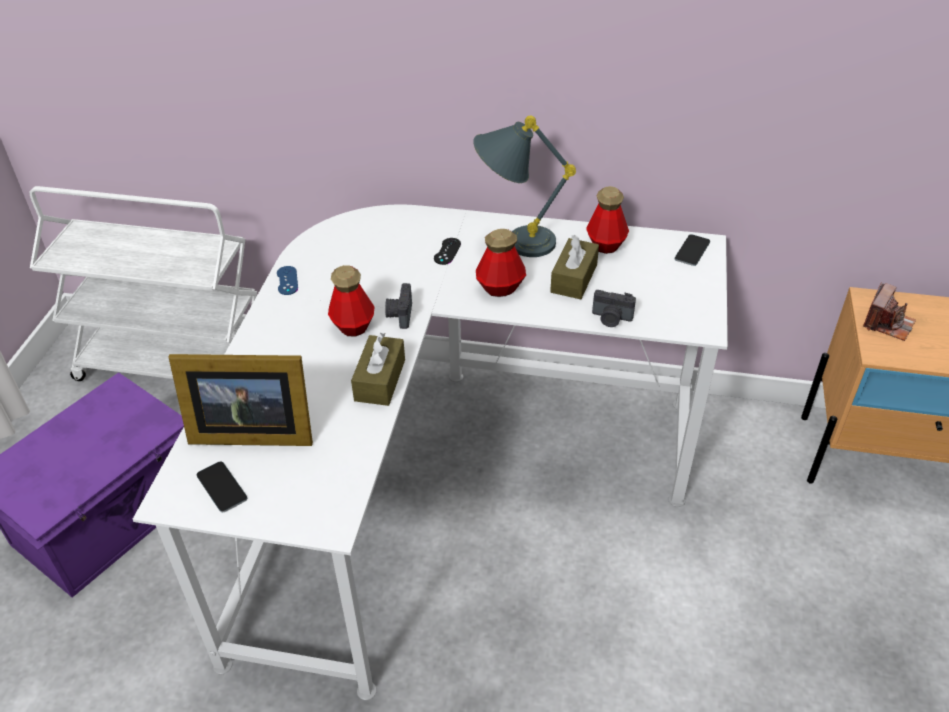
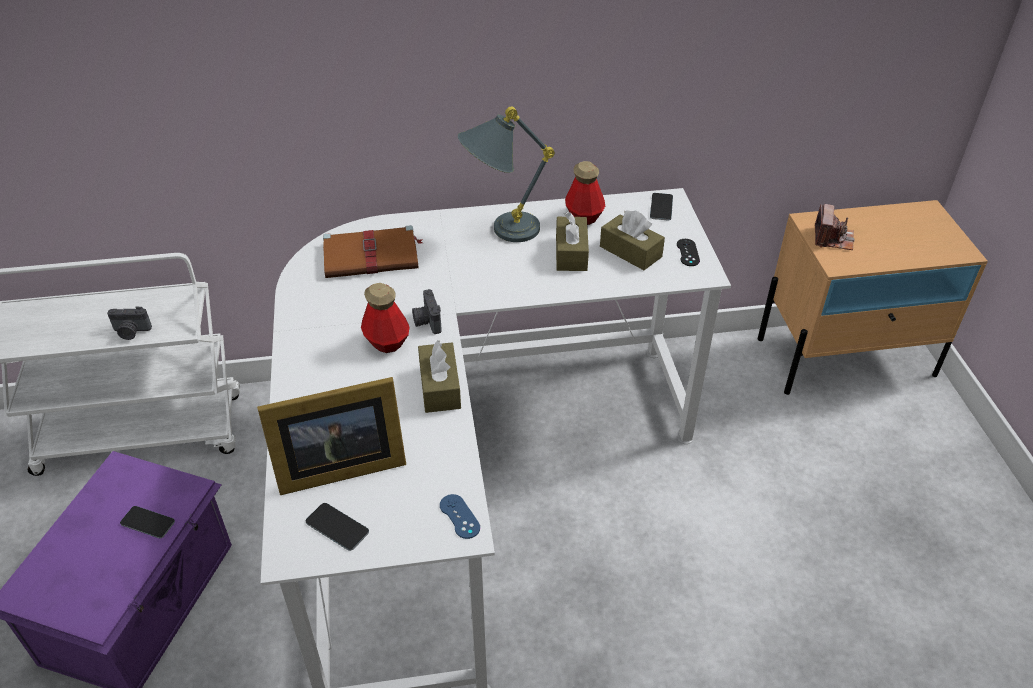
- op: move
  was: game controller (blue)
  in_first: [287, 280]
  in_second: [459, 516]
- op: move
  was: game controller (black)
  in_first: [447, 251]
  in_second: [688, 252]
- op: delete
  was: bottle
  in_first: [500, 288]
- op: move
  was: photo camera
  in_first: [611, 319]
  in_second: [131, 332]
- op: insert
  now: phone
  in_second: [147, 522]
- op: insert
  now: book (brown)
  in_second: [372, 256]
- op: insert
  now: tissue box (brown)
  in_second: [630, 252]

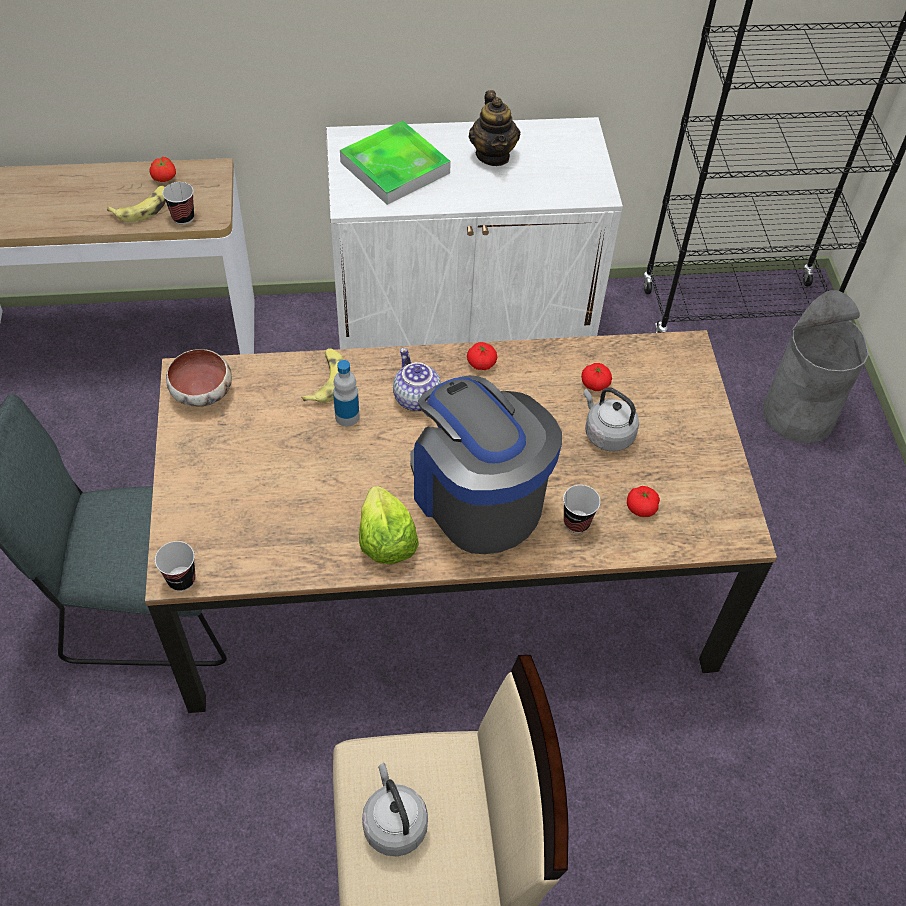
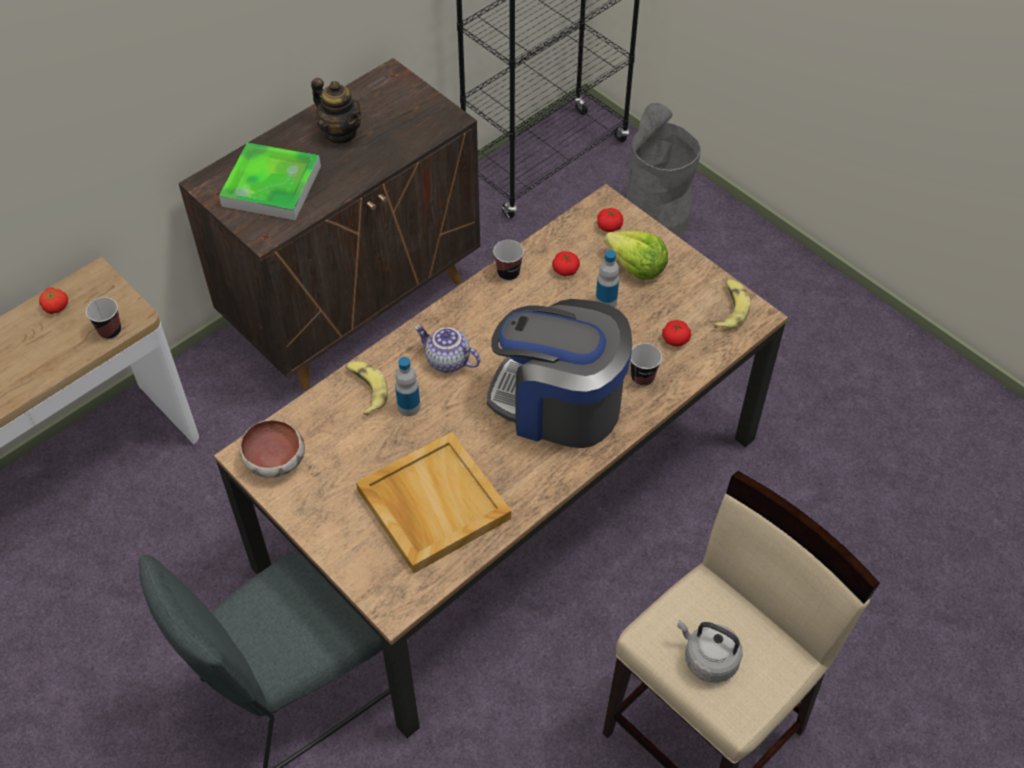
- op: move
  was: banana
  in_first: [143, 208]
  in_second: [730, 308]
- op: move
  was: cup
  in_first: [181, 579]
  in_second: [508, 273]
- op: recolor
  was: cabinet (white)
  now: cabinet (brown)
  in_first: [463, 334]
  in_second: [355, 304]
- op: move
  was: lettuce
  in_first: [385, 540]
  in_second: [636, 267]
- op: move
  was: tomato
  in_first: [481, 363]
  in_second: [609, 226]
- op: replace
  was: kettle (grey)
  now: bottle
  in_first: [606, 433]
  in_second: [606, 301]
- op: insert
  now: tray (beige)
  in_second: [432, 504]

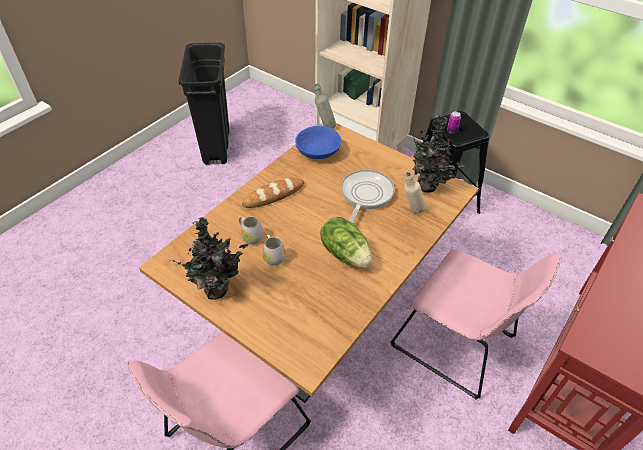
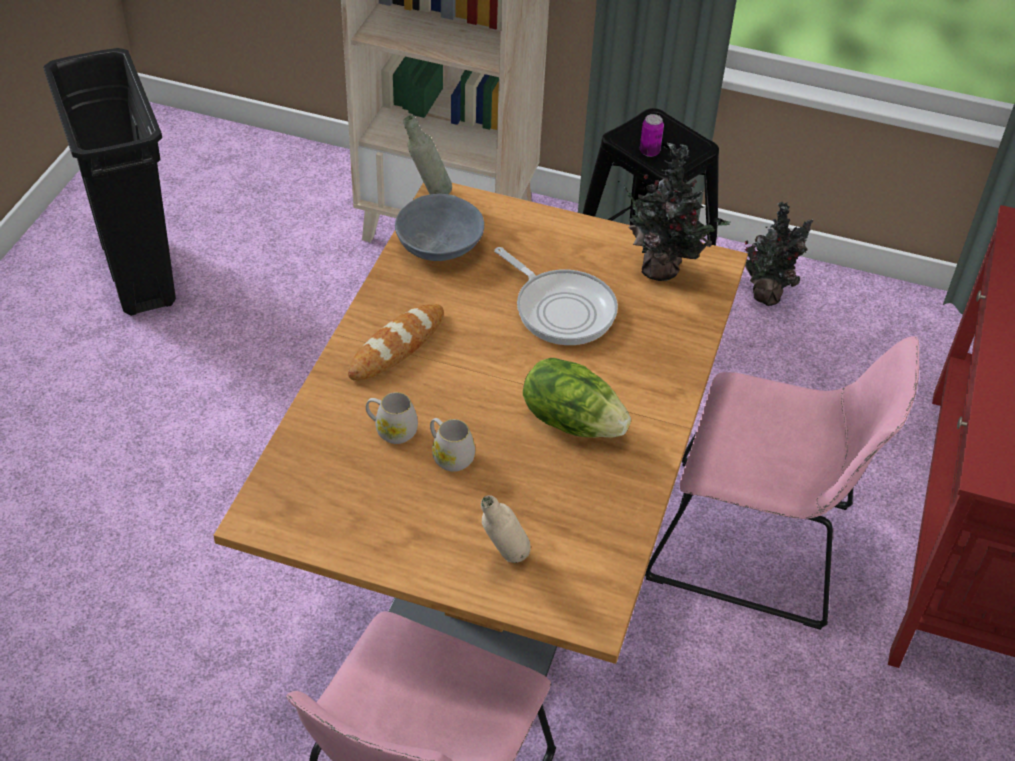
- op: move
  was: potted plant
  in_first: [218, 288]
  in_second: [767, 294]
- op: recolor
  was: bowl (blue)
  now: bowl (grey)
  in_first: [318, 152]
  in_second: [440, 245]
- op: rotate
  was: frying pan
  in_first: [365, 195]
  in_second: [561, 309]
  clockwise: 135
- op: move
  was: bottle (beige)
  in_first: [411, 212]
  in_second: [503, 561]

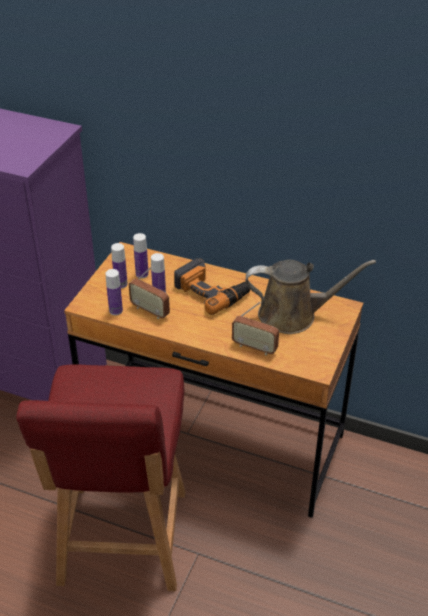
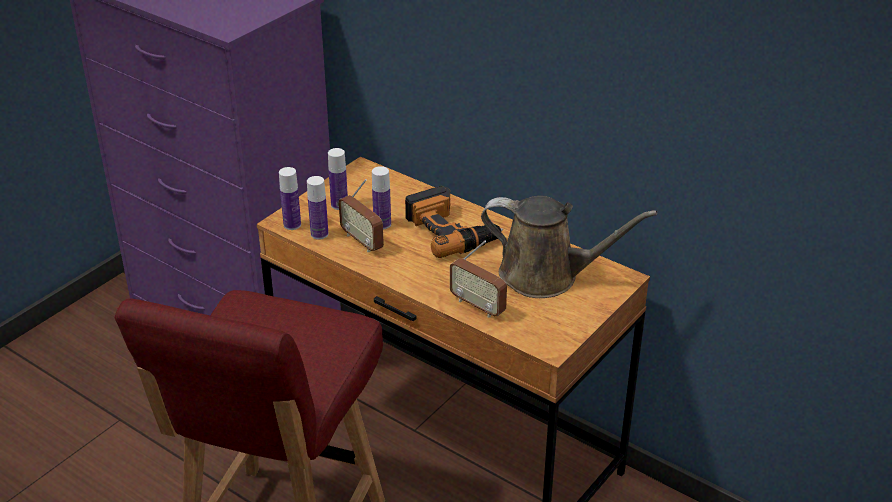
- op: move
  was: bottle
  in_first: [142, 274]
  in_second: [292, 225]

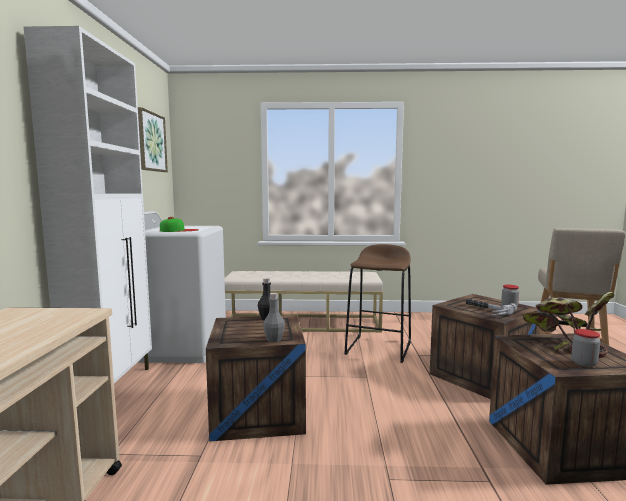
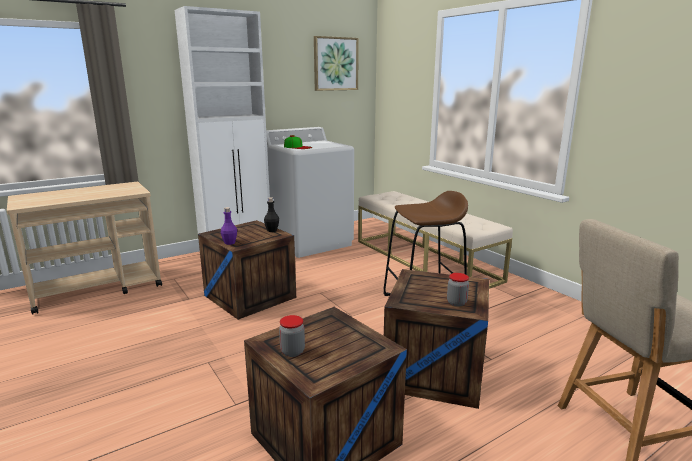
- op: recolor
  was: bottle (grey)
  now: bottle (purple)
  in_first: [274, 340]
  in_second: [229, 243]
- op: delete
  was: hammer
  in_first: [486, 310]
- op: delete
  was: potted plant
  in_first: [565, 345]

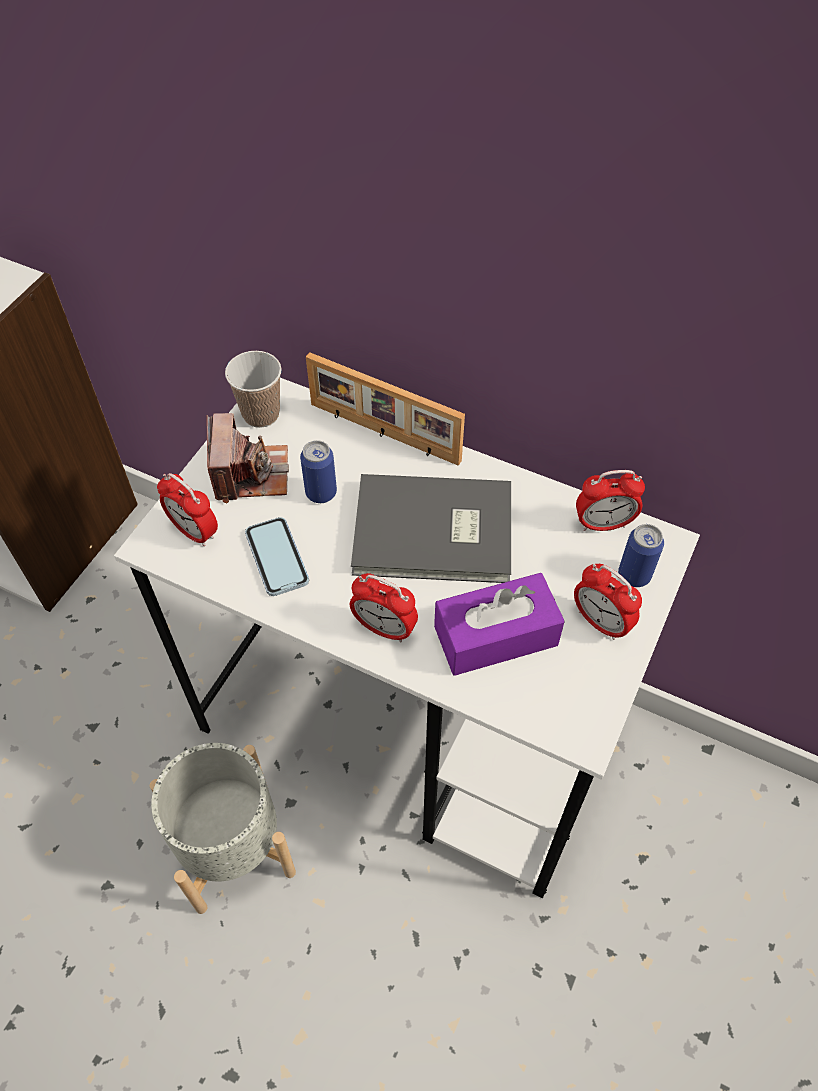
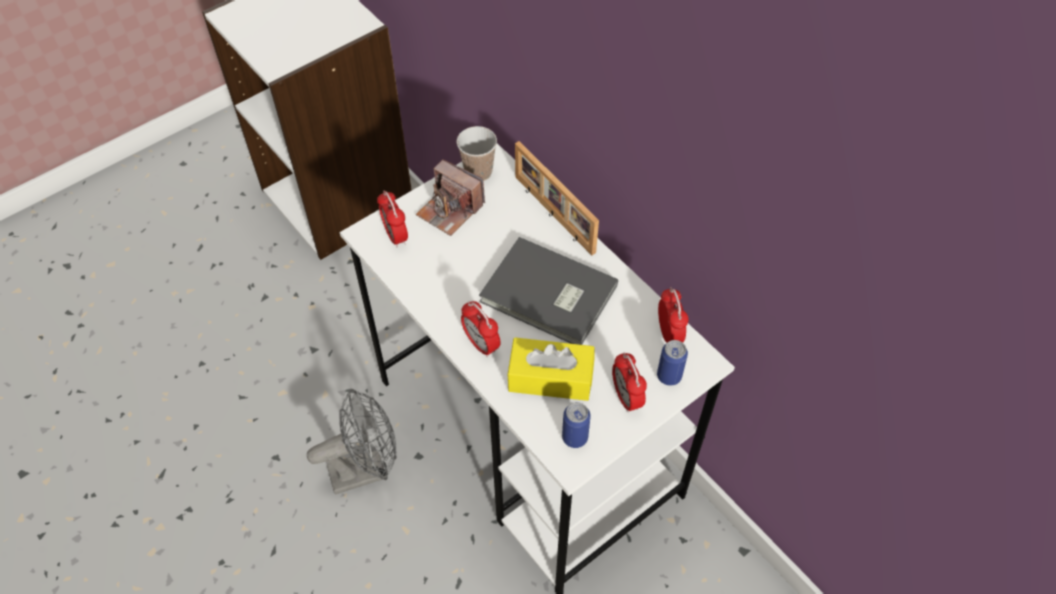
- op: replace
  was: planter (grey)
  now: fan (grey)
  in_first: [233, 848]
  in_second: [366, 469]
- op: rotate
  was: photo camera
  in_first: [250, 473]
  in_second: [450, 210]
  clockwise: 105
- op: delete
  was: phone
  in_first: [277, 558]
- op: move
  was: can
  in_first: [321, 493]
  in_second: [575, 437]
- op: recolor
  was: tissue box (purple)
  now: tissue box (yellow)
  in_first: [495, 636]
  in_second: [550, 378]
- op: rotate
  was: alarm clock
  in_first: [603, 524]
  in_second: [669, 333]
  clockwise: -120

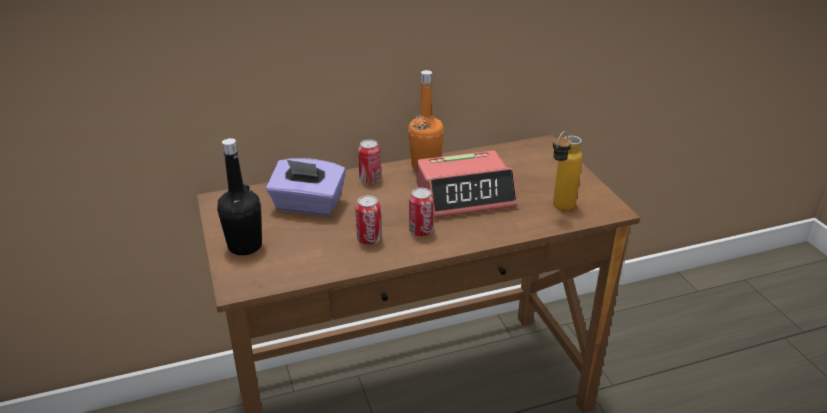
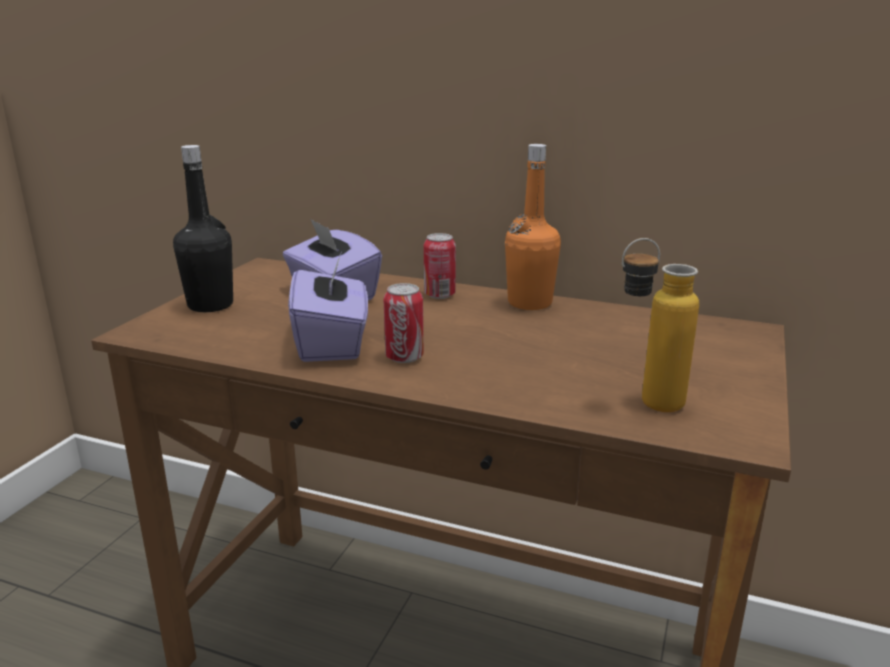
- op: replace
  was: can
  now: tissue box (purple)
  in_first: [369, 239]
  in_second: [332, 343]
- op: delete
  was: alarm clock
  in_first: [465, 195]

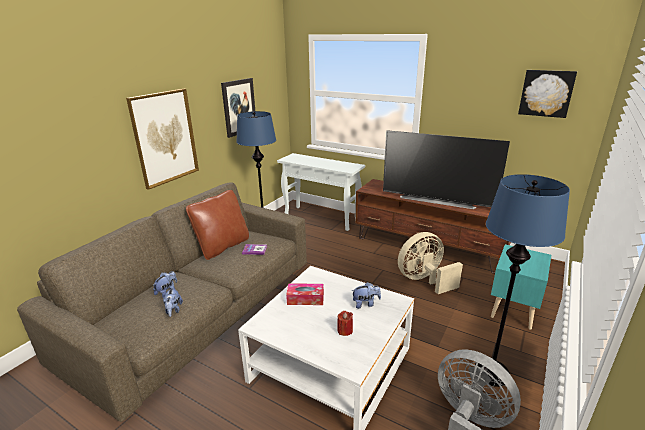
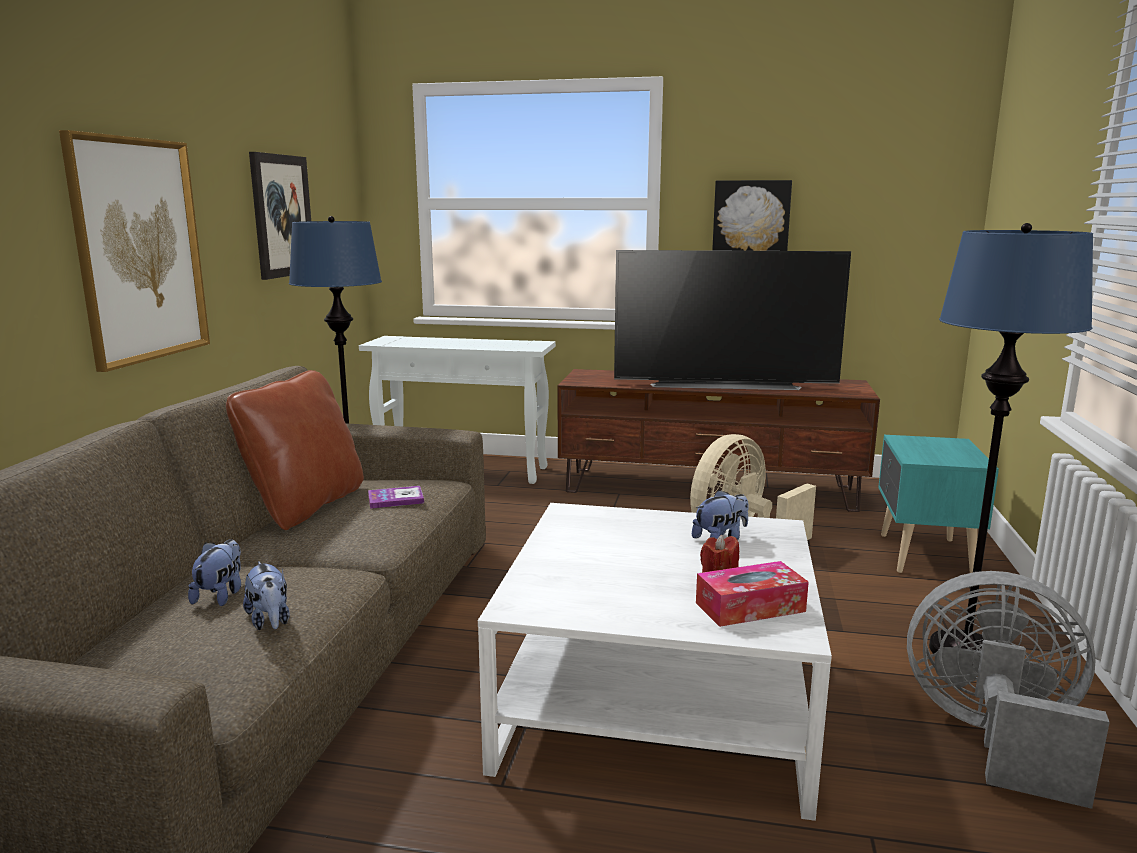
- op: move
  was: tissue box
  in_first: [305, 299]
  in_second: [750, 607]
- op: move
  was: picture
  in_first: [546, 93]
  in_second: [751, 218]

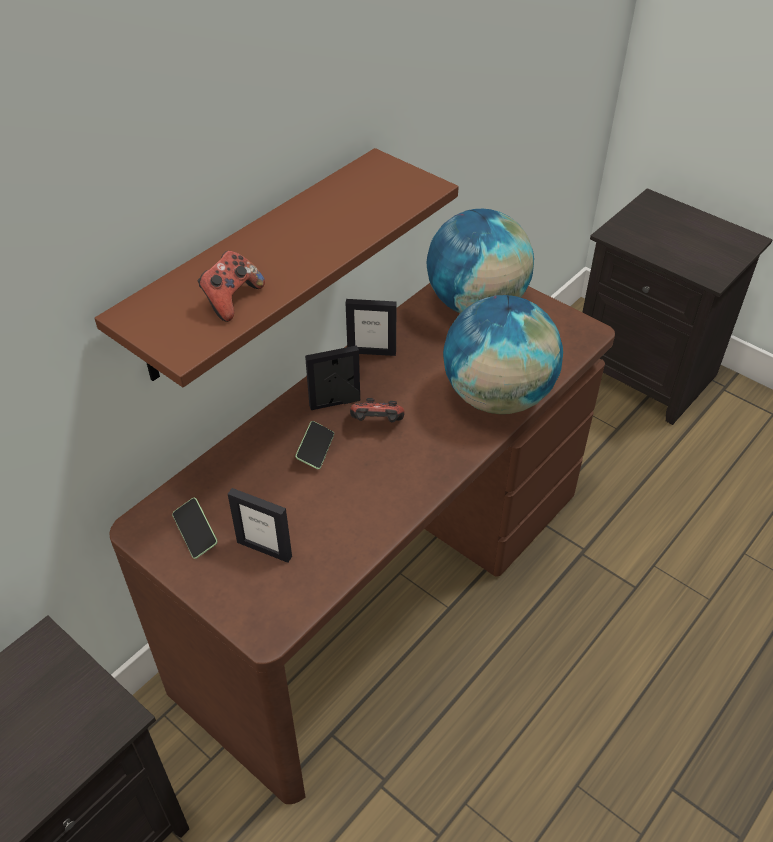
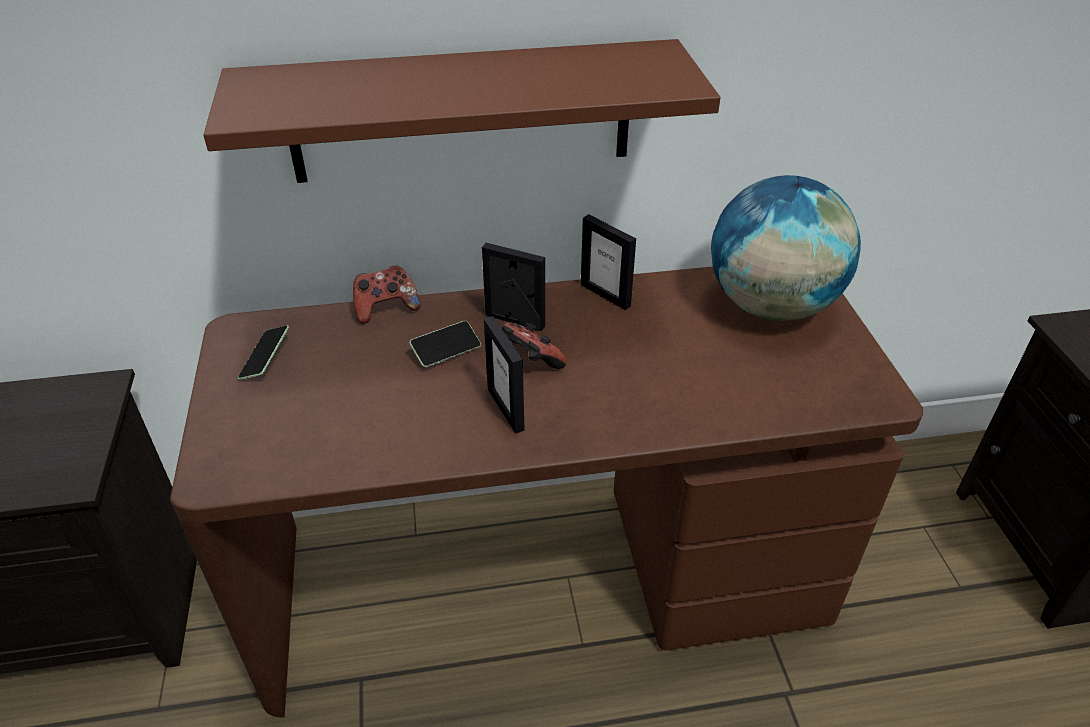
- op: move
  was: game controller
  in_first: [231, 300]
  in_second: [386, 308]
- op: move
  was: picture frame
  in_first: [264, 549]
  in_second: [506, 409]
- op: delete
  was: globe
  in_first: [497, 396]

